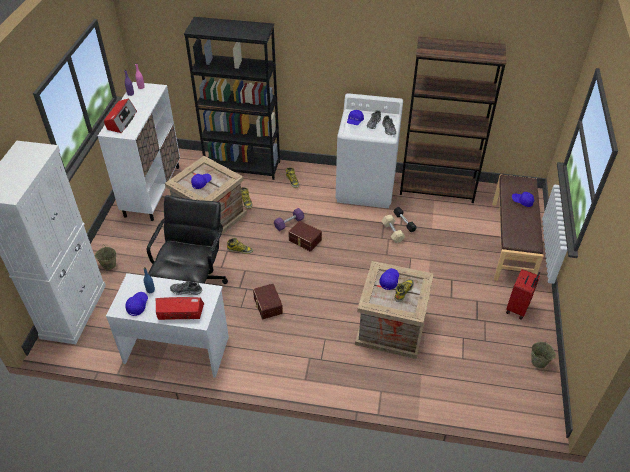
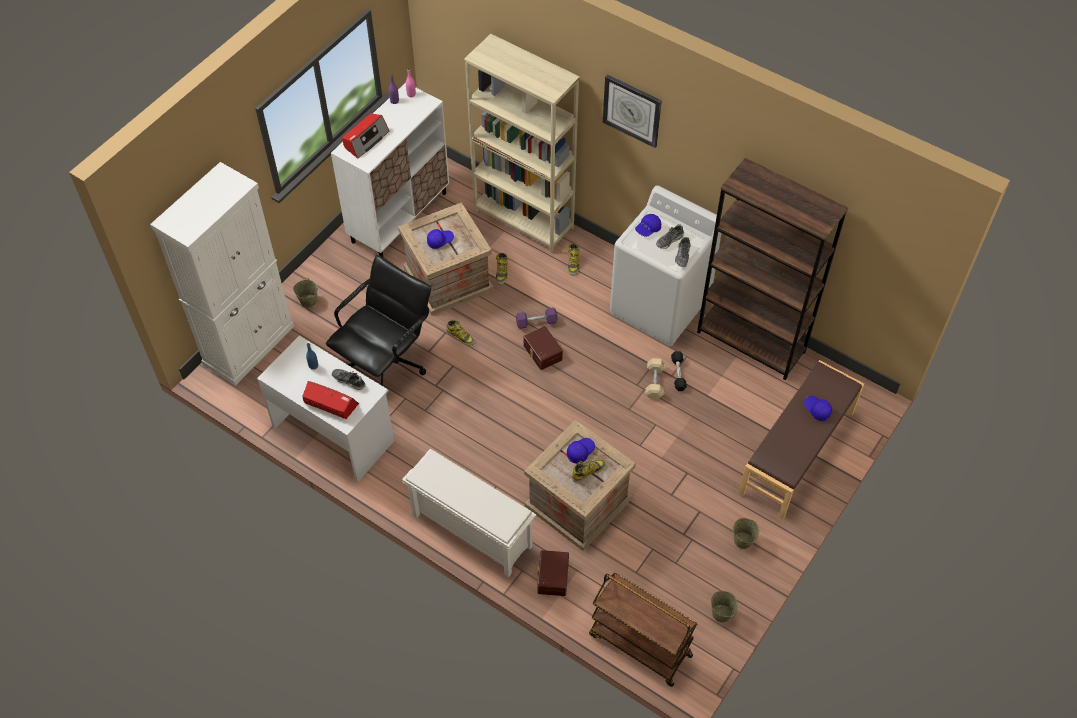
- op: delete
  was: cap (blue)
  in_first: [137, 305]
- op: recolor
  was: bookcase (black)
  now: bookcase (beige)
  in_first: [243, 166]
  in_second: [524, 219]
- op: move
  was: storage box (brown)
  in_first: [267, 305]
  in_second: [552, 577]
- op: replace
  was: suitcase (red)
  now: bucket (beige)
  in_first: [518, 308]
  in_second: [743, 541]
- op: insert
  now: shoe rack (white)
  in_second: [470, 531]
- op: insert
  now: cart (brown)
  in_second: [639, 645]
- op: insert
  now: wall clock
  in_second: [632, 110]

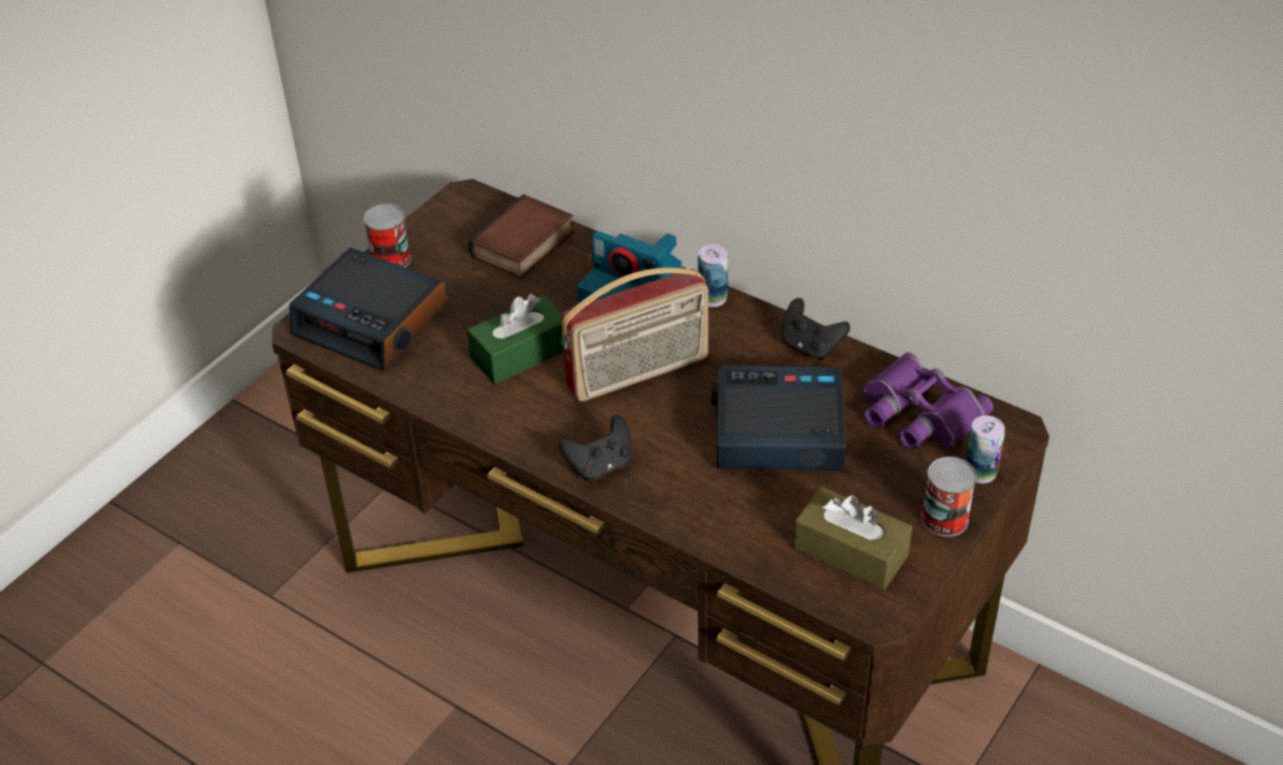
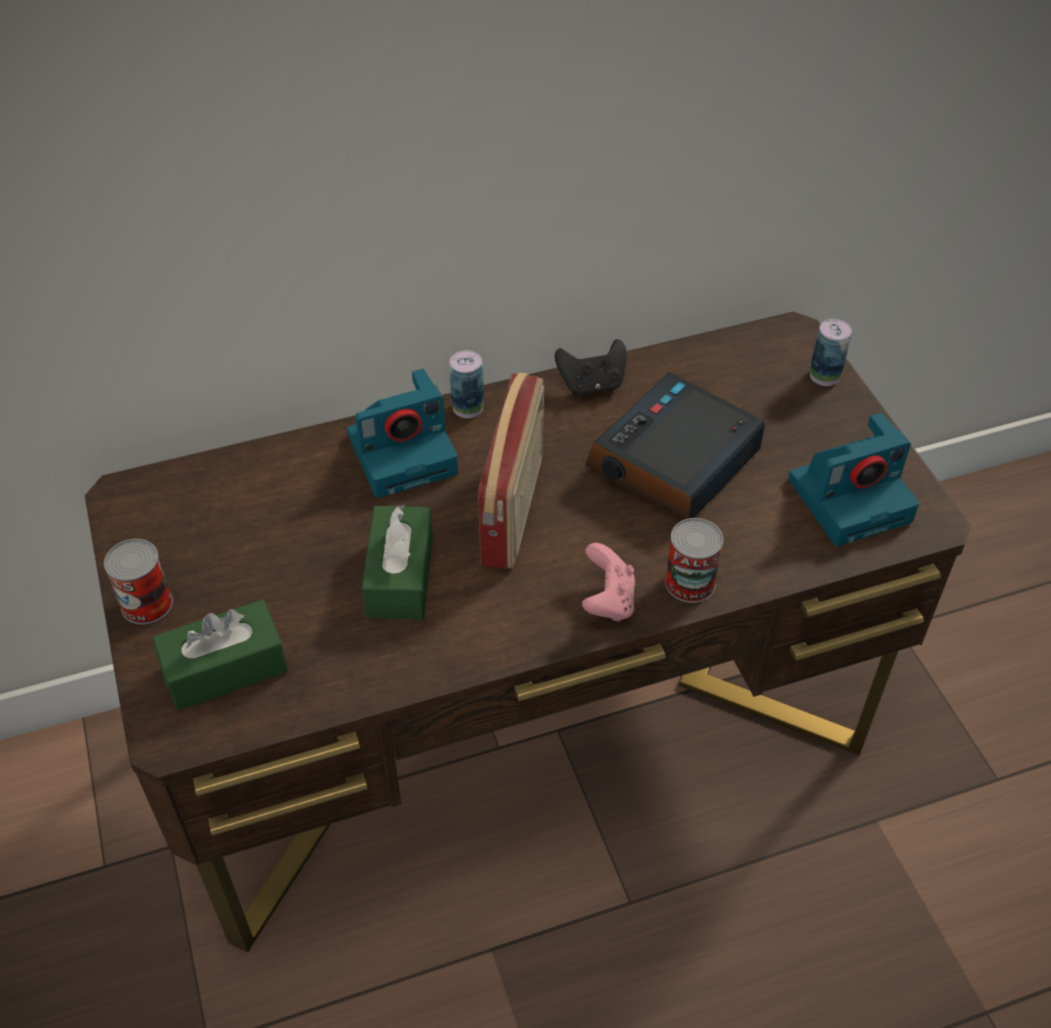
- op: replace
  was: alarm clock
  now: tissue box (green)
  in_first: [373, 321]
  in_second: [225, 668]
- op: delete
  was: book
  in_first: [524, 246]
- op: recolor
  was: game controller (black)
  now: game controller (pink)
  in_first: [600, 466]
  in_second: [608, 601]
- op: replace
  was: tissue box (brown)
  now: photo camera
  in_first: [850, 552]
  in_second: [851, 498]
- op: delete
  was: binoculars (purple)
  in_first: [917, 413]
- op: move
  was: can
  in_first: [945, 518]
  in_second: [690, 582]

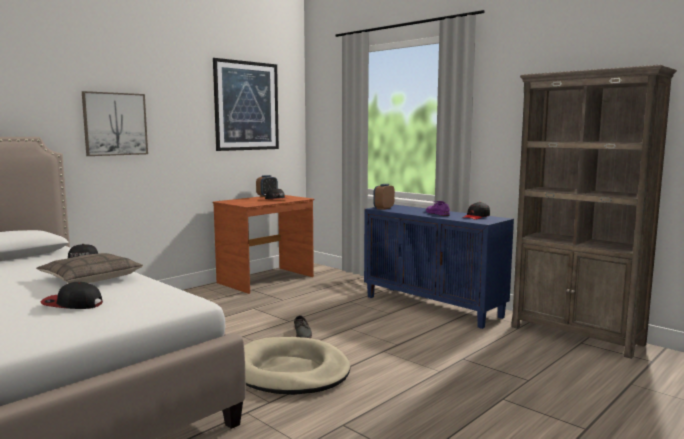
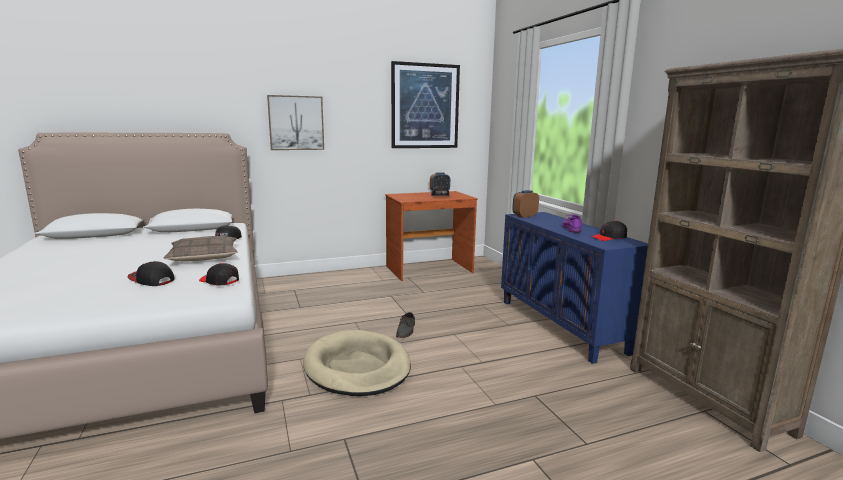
- op: insert
  now: cap (black)
  in_second: [219, 281]

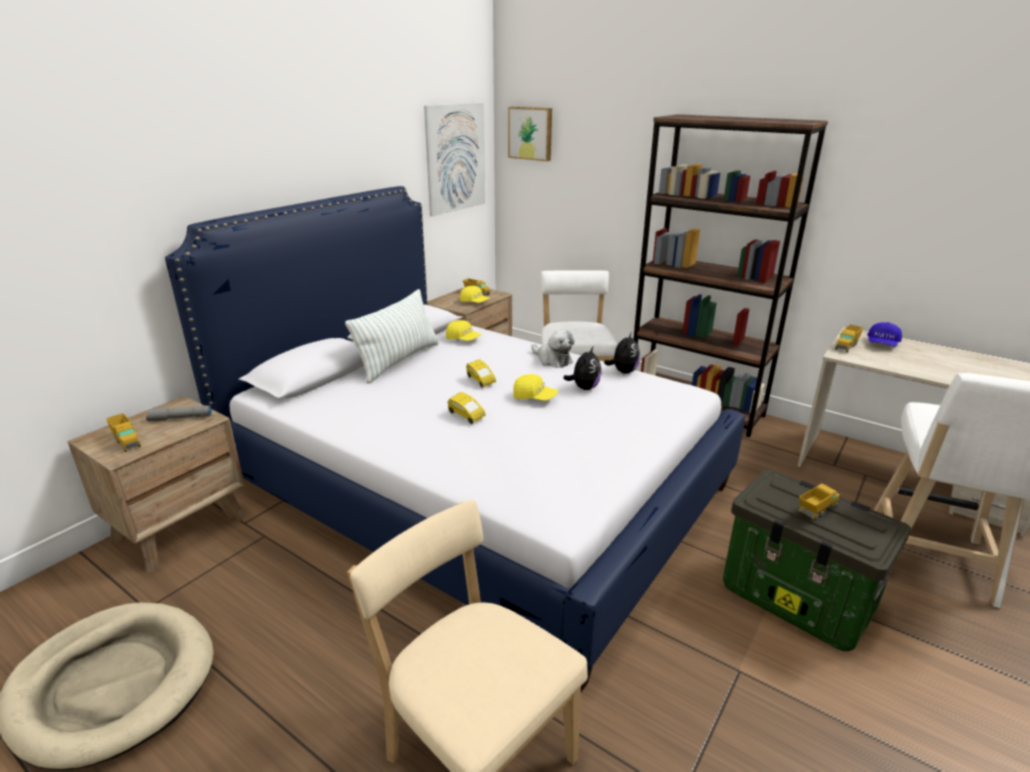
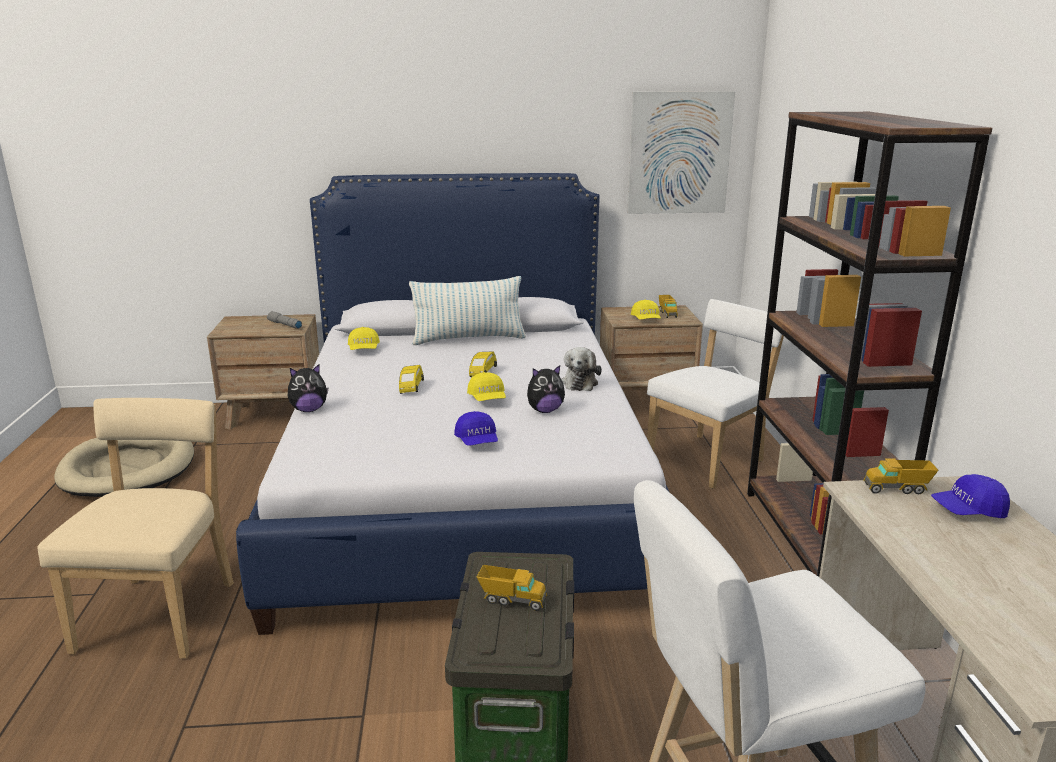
- op: delete
  was: toy truck
  in_first: [127, 441]
- op: move
  was: cap (yellow)
  in_first: [463, 339]
  in_second: [364, 349]
- op: delete
  was: picture
  in_first: [531, 133]
- op: move
  was: plush toy
  in_first: [623, 371]
  in_second: [309, 410]
- op: insert
  now: cap (blue)
  in_second: [477, 441]

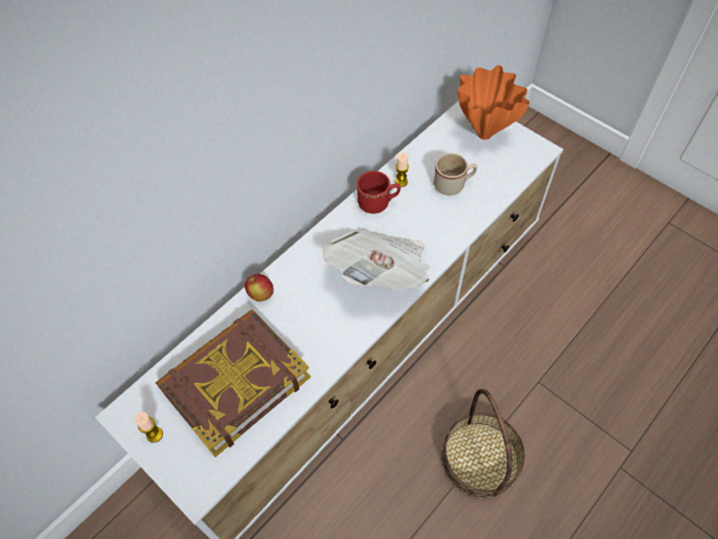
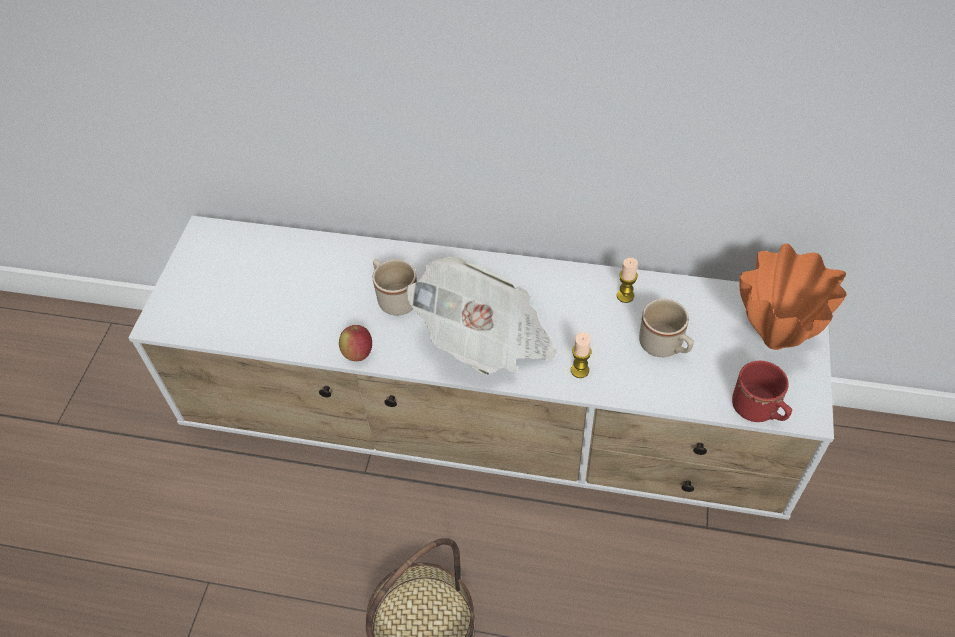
- op: move
  was: candle
  in_first: [154, 434]
  in_second: [579, 370]
- op: delete
  was: book
  in_first: [234, 383]
- op: move
  was: apple
  in_first: [261, 294]
  in_second: [358, 353]
- op: move
  was: mug (red)
  in_first: [378, 203]
  in_second: [759, 410]
- op: insert
  now: mug (beige)
  in_second: [394, 297]

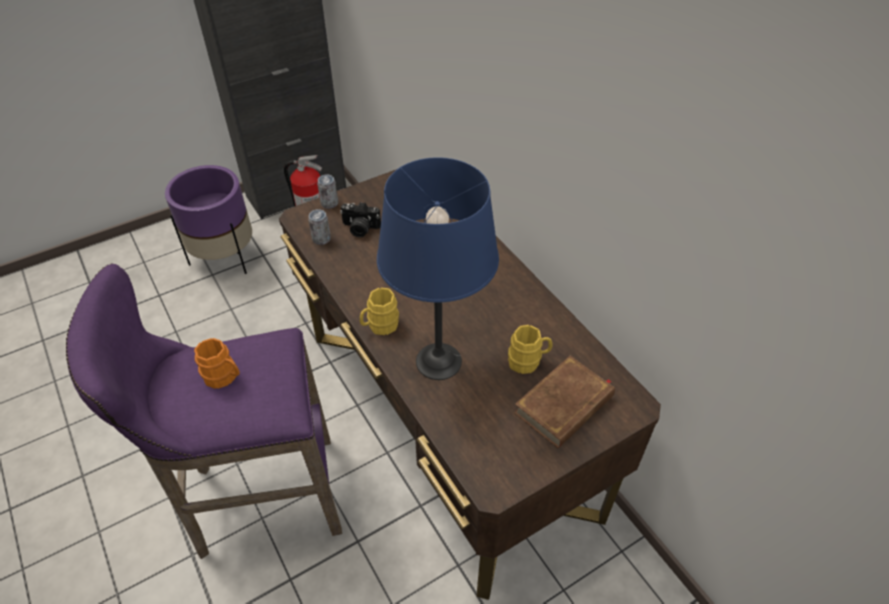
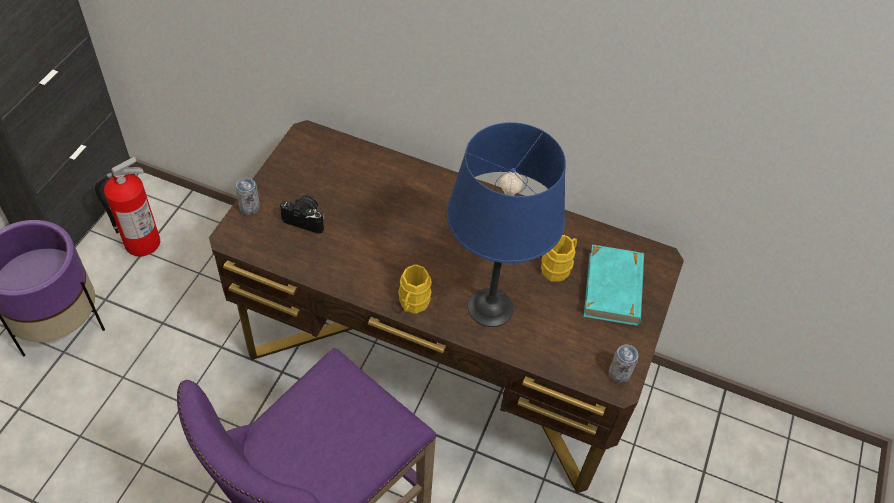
- op: delete
  was: mug (orange)
  in_first: [224, 377]
- op: move
  was: can
  in_first: [321, 239]
  in_second: [619, 373]
- op: rotate
  was: photo camera
  in_first: [360, 229]
  in_second: [306, 219]
  clockwise: -135
- op: recolor
  was: book (brown)
  now: book (turquoise)
  in_first: [564, 405]
  in_second: [614, 288]

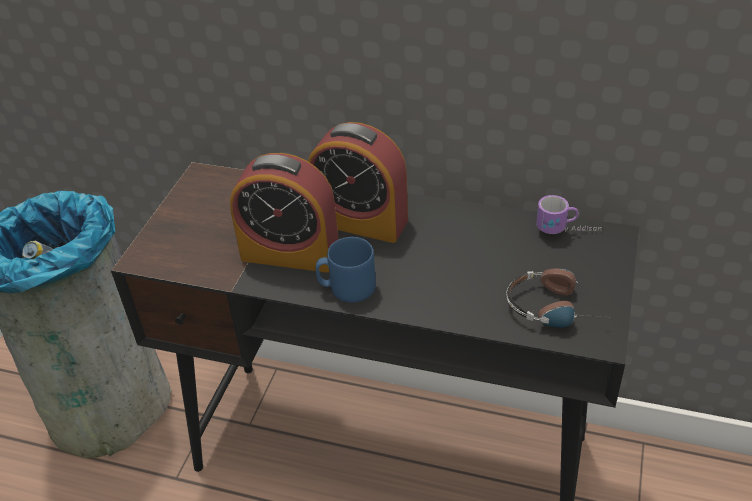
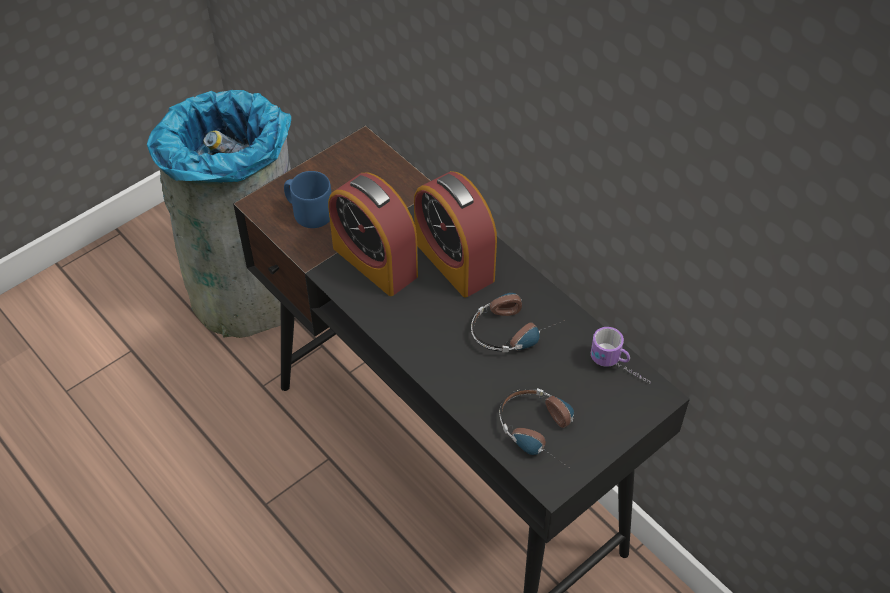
- op: move
  was: mug (blue)
  in_first: [347, 288]
  in_second: [309, 212]
- op: insert
  now: headphones
  in_second: [514, 328]

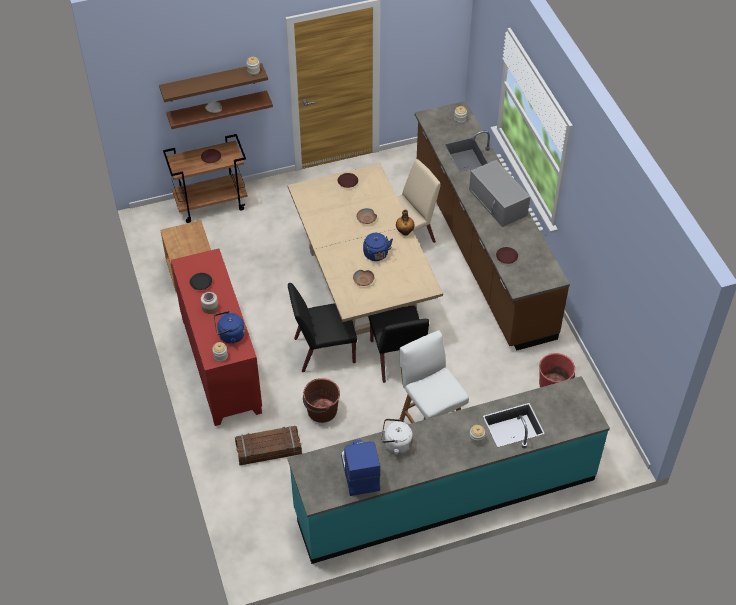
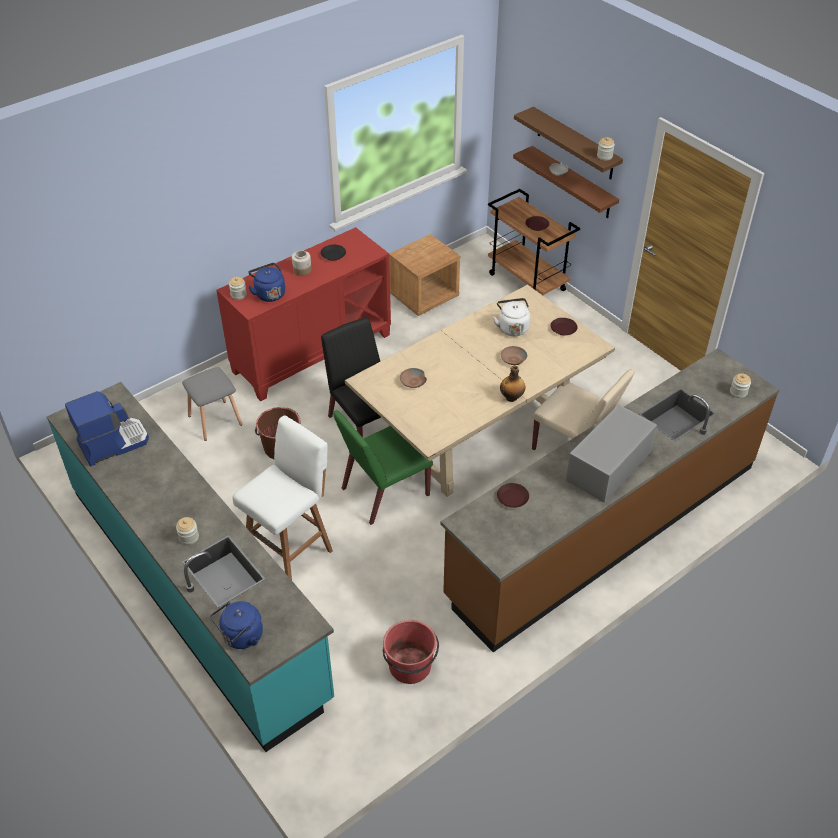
- op: replace
  was: crate
  now: stool (grey)
  in_first: [268, 449]
  in_second: [215, 419]
- op: move
  was: kettle (blue)
  in_first: [376, 255]
  in_second: [240, 637]
- op: recolor
  was: chair (black)
  now: chair (green)
  in_first: [398, 358]
  in_second: [384, 492]
- op: move
  was: kettle (white)
  in_first: [395, 444]
  in_second: [512, 327]

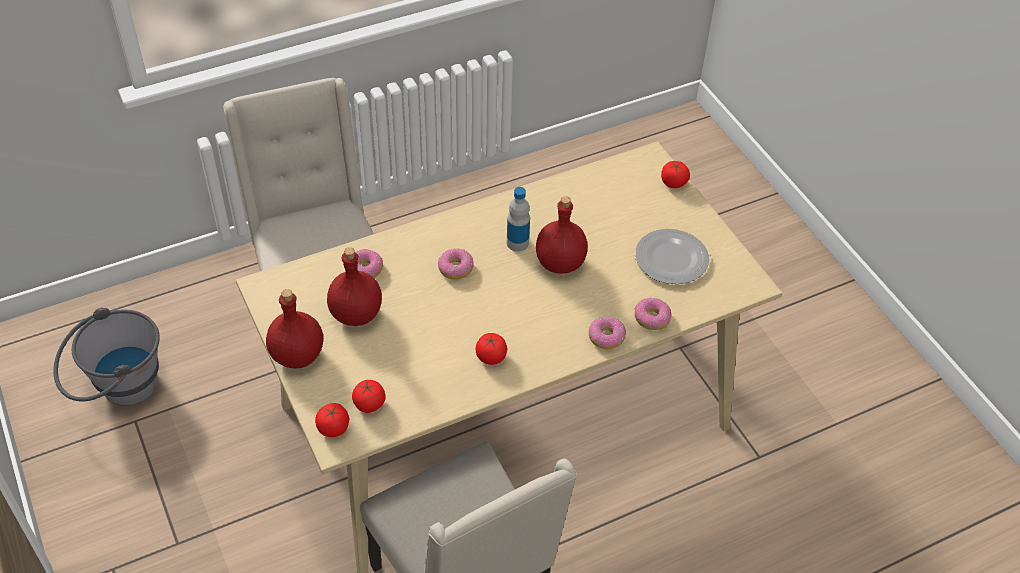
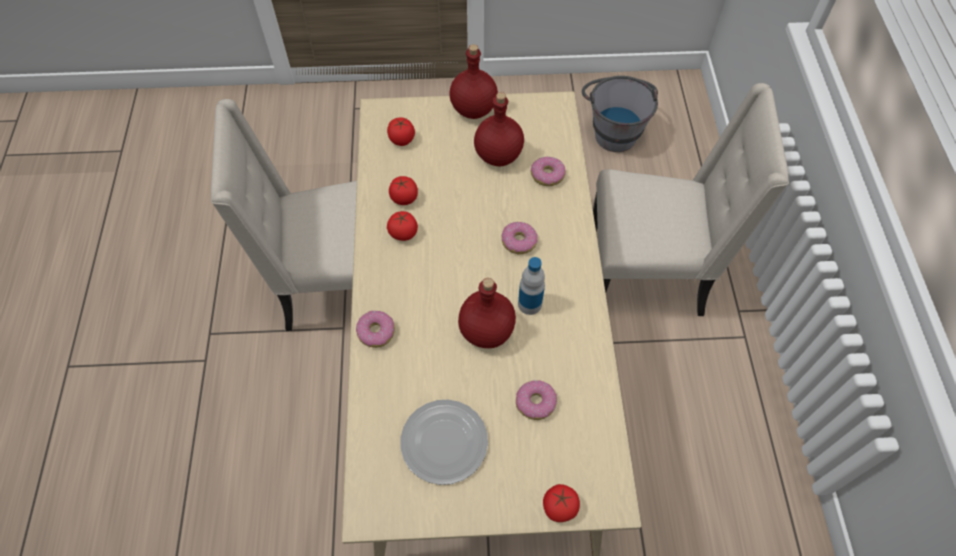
- op: move
  was: tomato
  in_first: [333, 428]
  in_second: [404, 198]
- op: move
  was: donut
  in_first: [651, 318]
  in_second: [535, 402]

